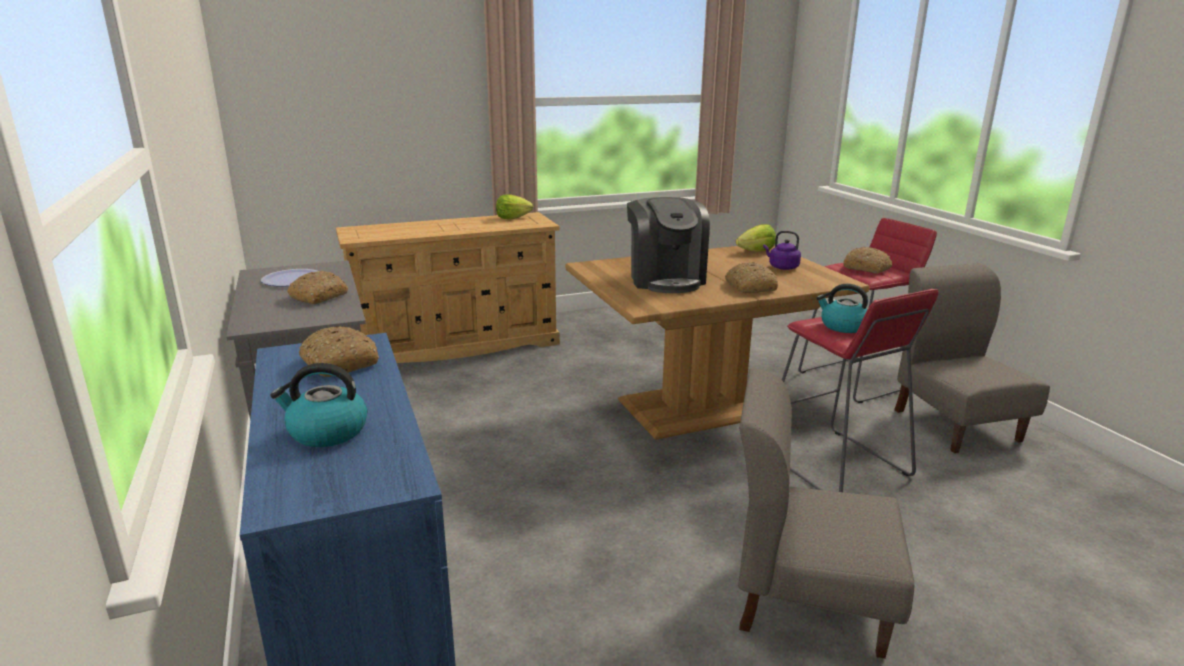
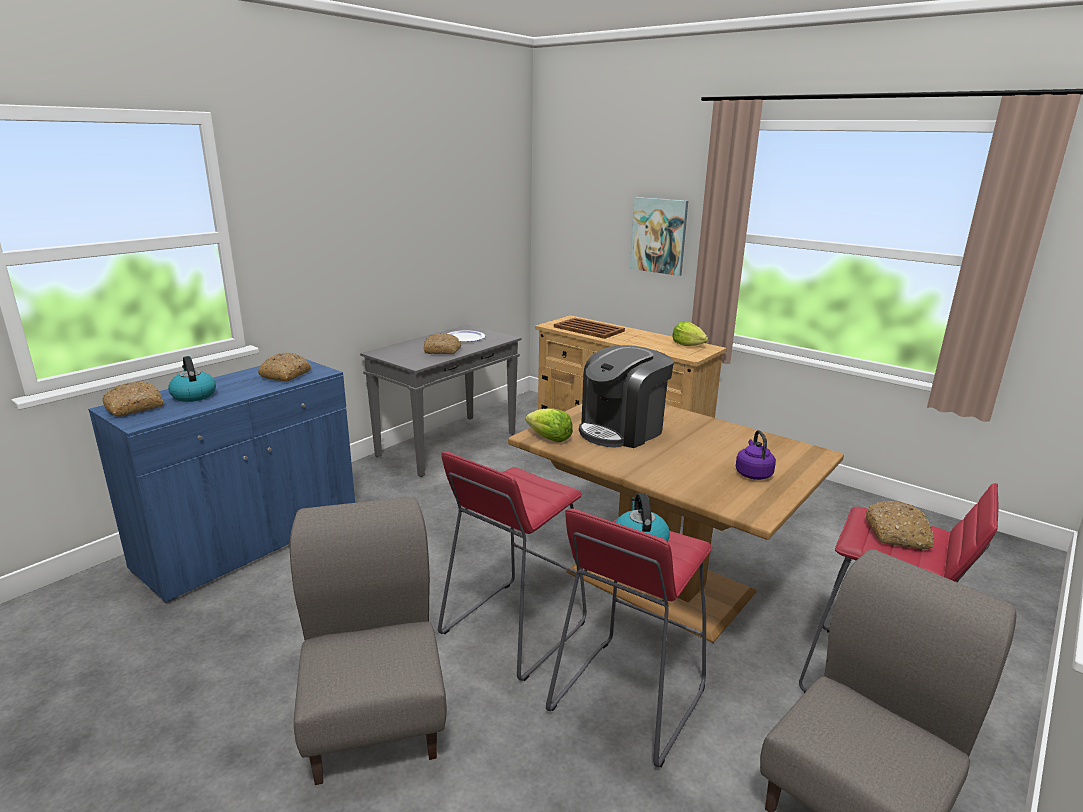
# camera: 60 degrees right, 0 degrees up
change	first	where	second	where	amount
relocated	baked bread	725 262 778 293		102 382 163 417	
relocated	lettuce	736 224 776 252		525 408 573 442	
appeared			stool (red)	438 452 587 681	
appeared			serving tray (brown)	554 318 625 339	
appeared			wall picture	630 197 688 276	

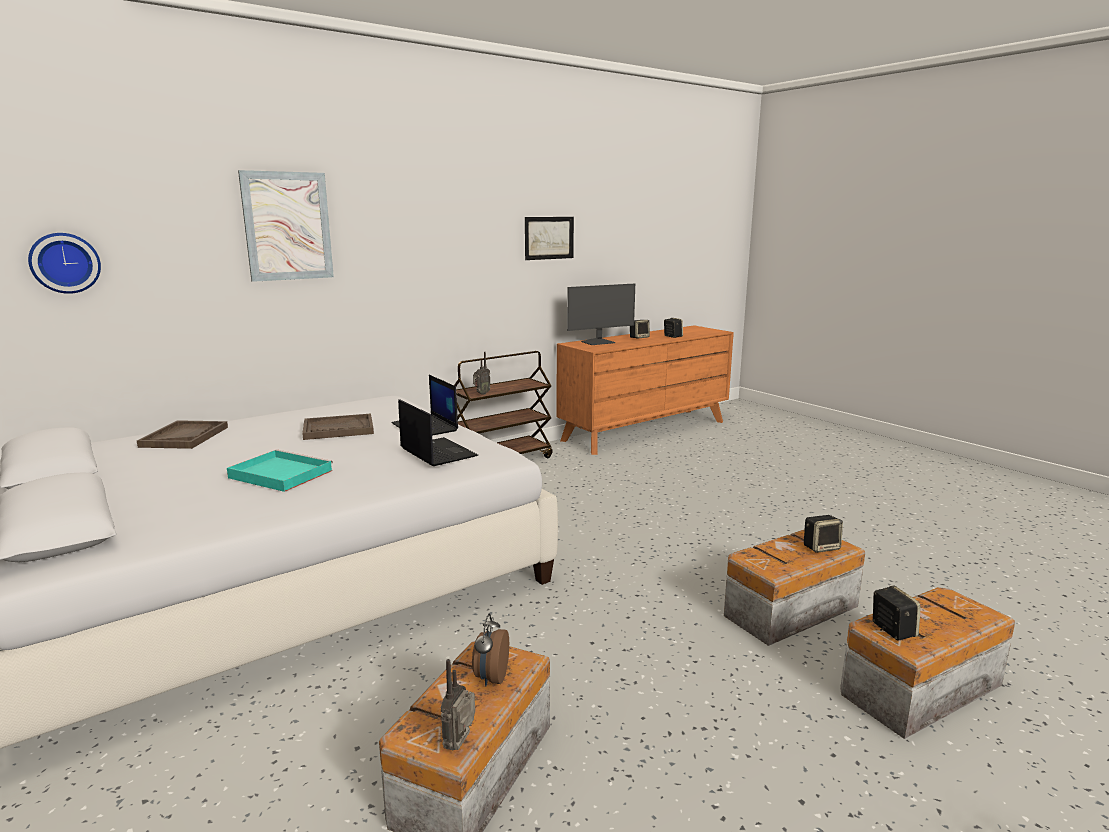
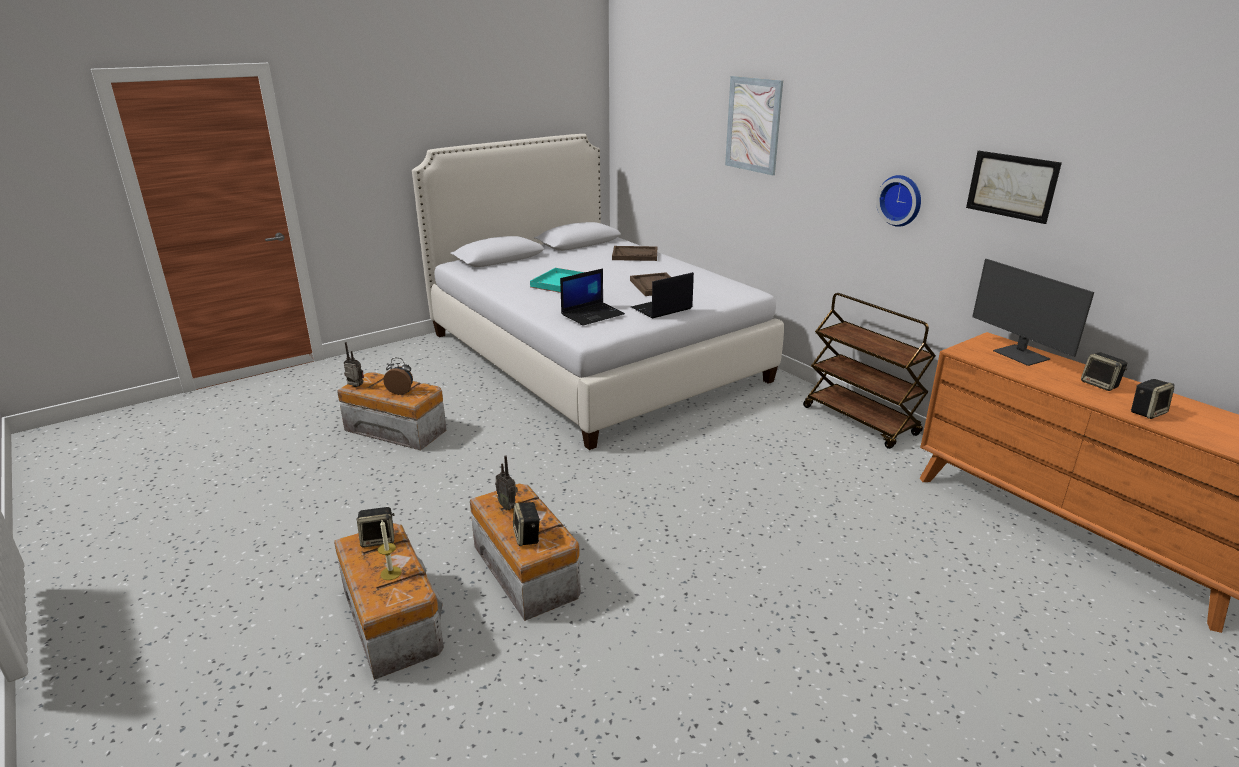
# camera: 90 degrees right, 10 degrees up
change	first	where	second	where	amount
relocated	hanging clock	28 233 101 294		876 175 921 227	
relocated	radio receiver	473 352 491 395		495 456 518 510	
appeared			wax candle	378 520 402 580	

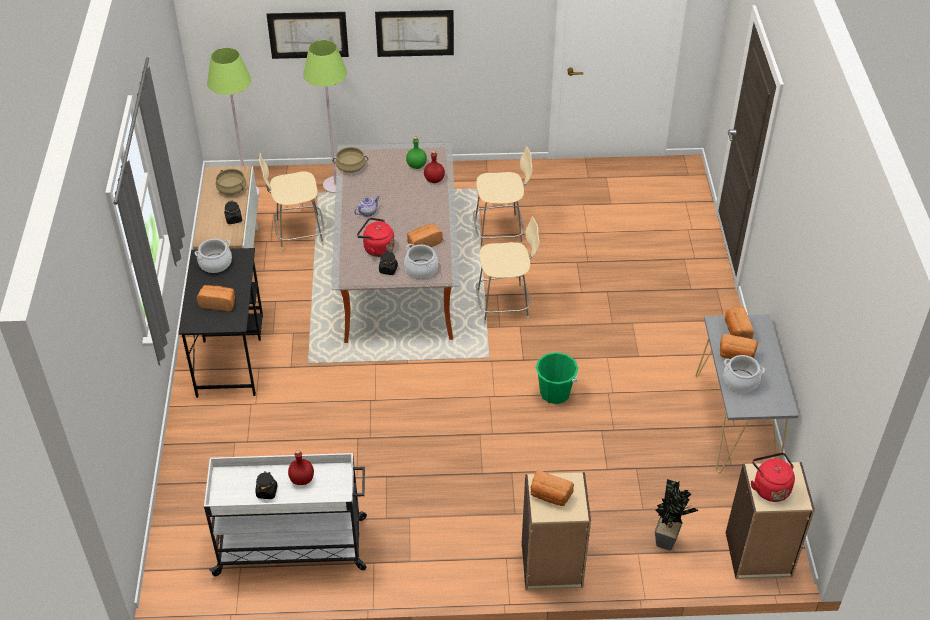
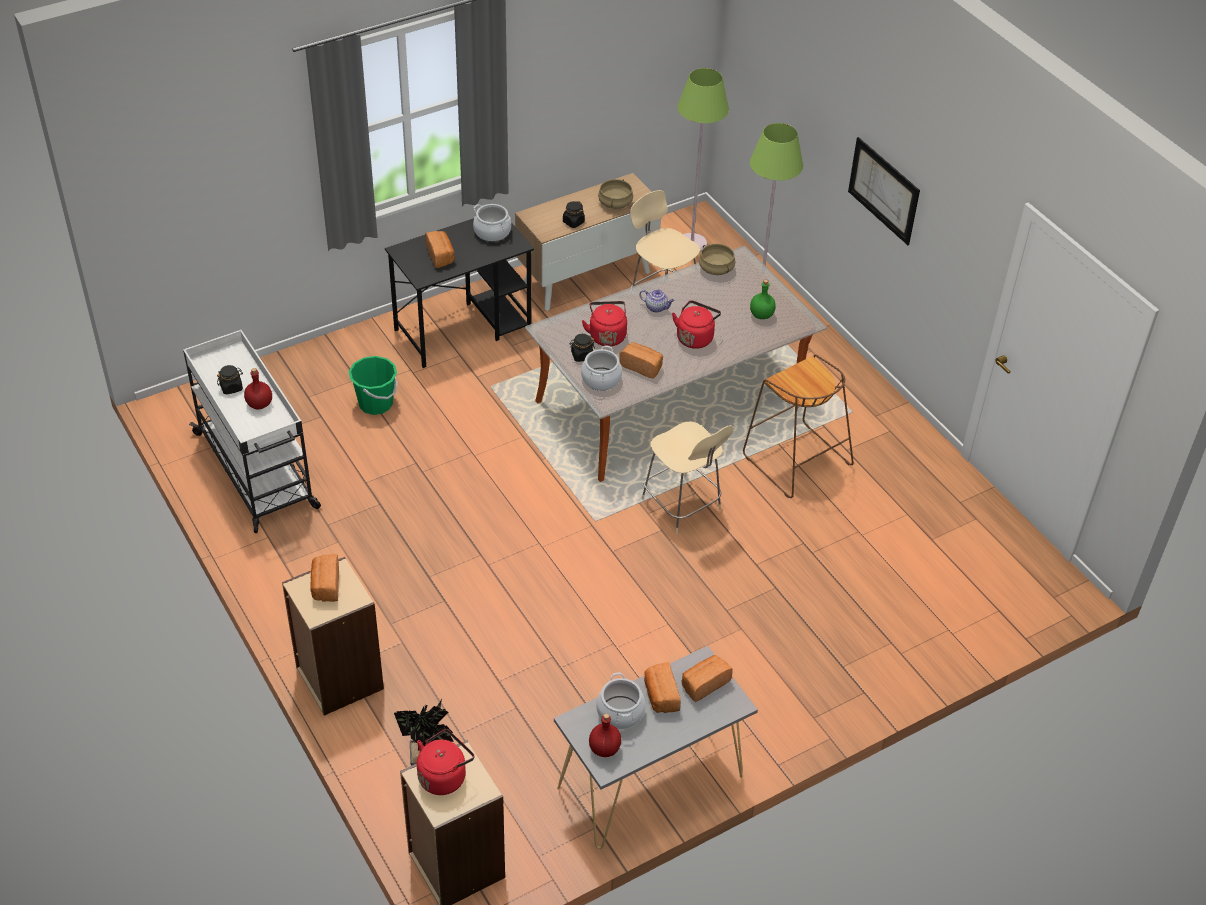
# camera: 60 degrees right, 0 degrees up
change	first	where	second	where	amount
missing	wall picture	266 12 349 59			
relocated	drink bottle (red)	424 151 445 183		589 713 621 757	
exchanged	upright chair (sand-coloured)	473 146 532 249	stool (brown)	743 354 854 498	
relocated	water bucket (green)	536 352 578 404		349 356 398 415	
appeared			tea kettle (red)	672 300 721 349	

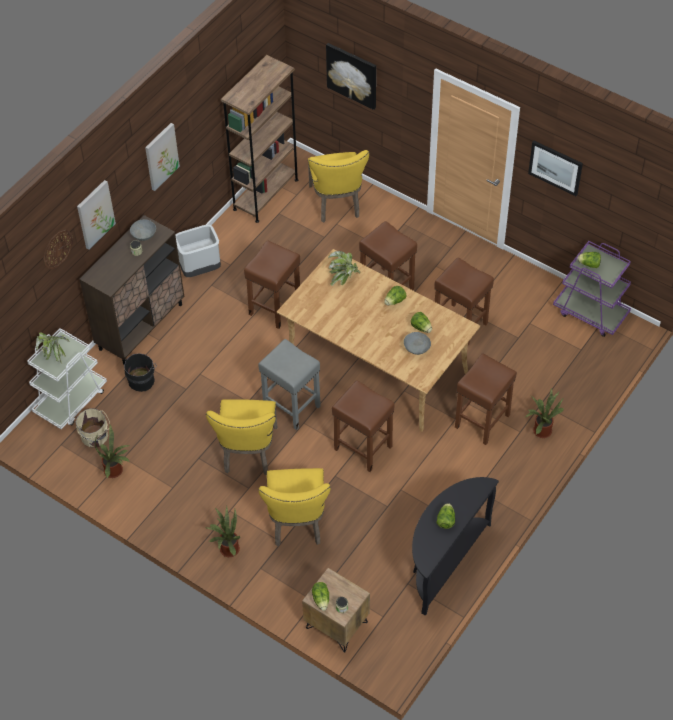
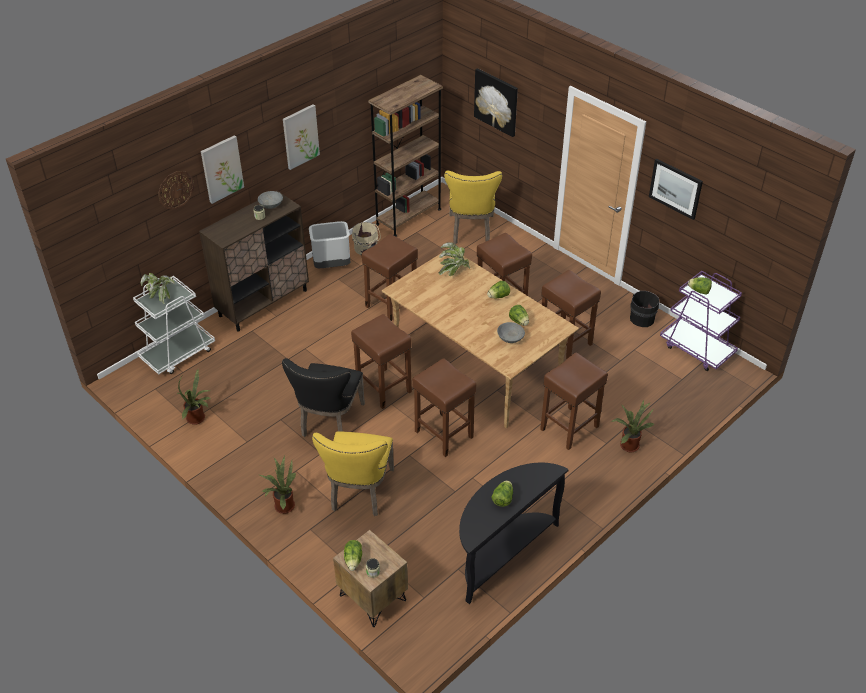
# camera: 10 degrees right, 10 degrees down
change	first	where	second	where	amount
relocated	water bucket (sand-coloured)	76 408 110 448		352 222 381 255	
relocated	water bucket (black-coloured)	124 353 157 392		630 291 661 327	
colour	upright chair (yellow)	206 399 277 475	upright chair (black-coloured)	282 358 365 437	
colour	stool (gray)	258 339 321 430	stool (brown)	351 314 412 409	

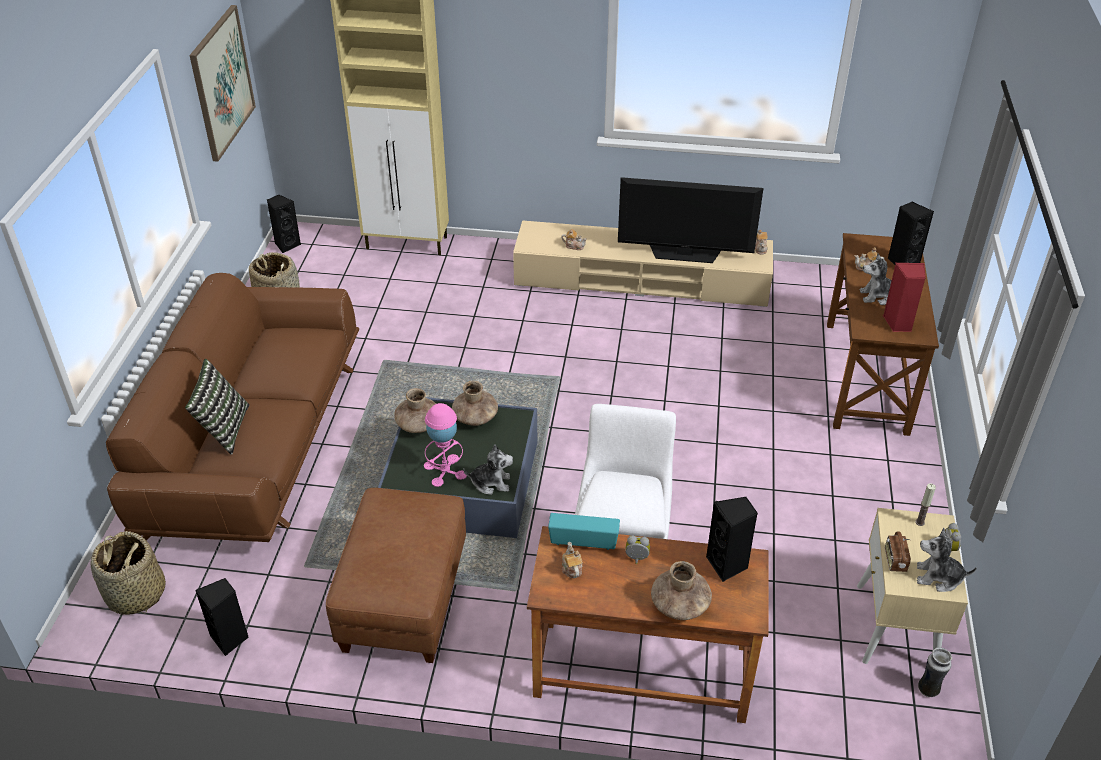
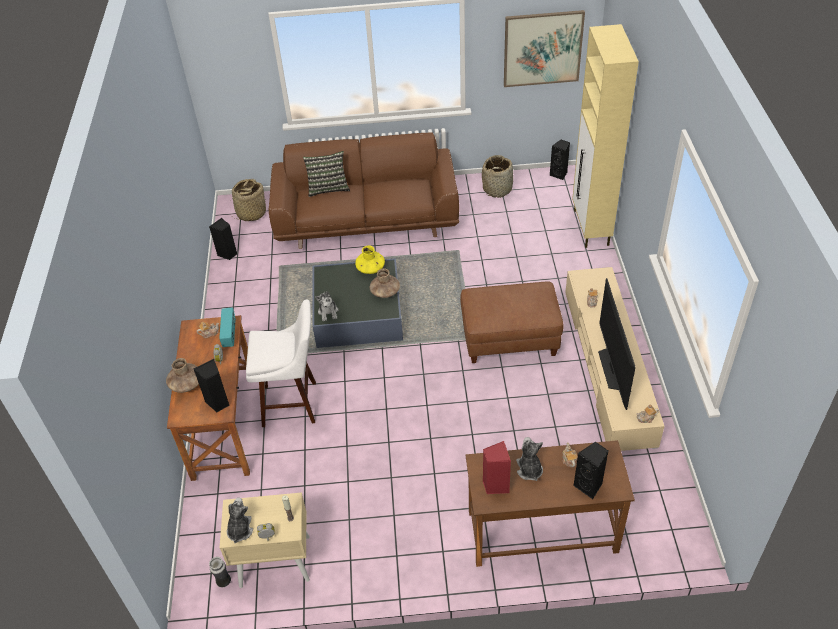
# camera: 80 degrees right, 5 degrees up
change	first	where	second	where	amount
relocated	pouffe (brown)	326 488 466 663		460 282 564 363	
colour	flower vase (brown)	394 388 436 433	flower vase (yellow)	355 245 385 274	
missing	lamp for a table (pink-coloured)	424 403 467 487			
missing	radio receiver	885 531 911 572			

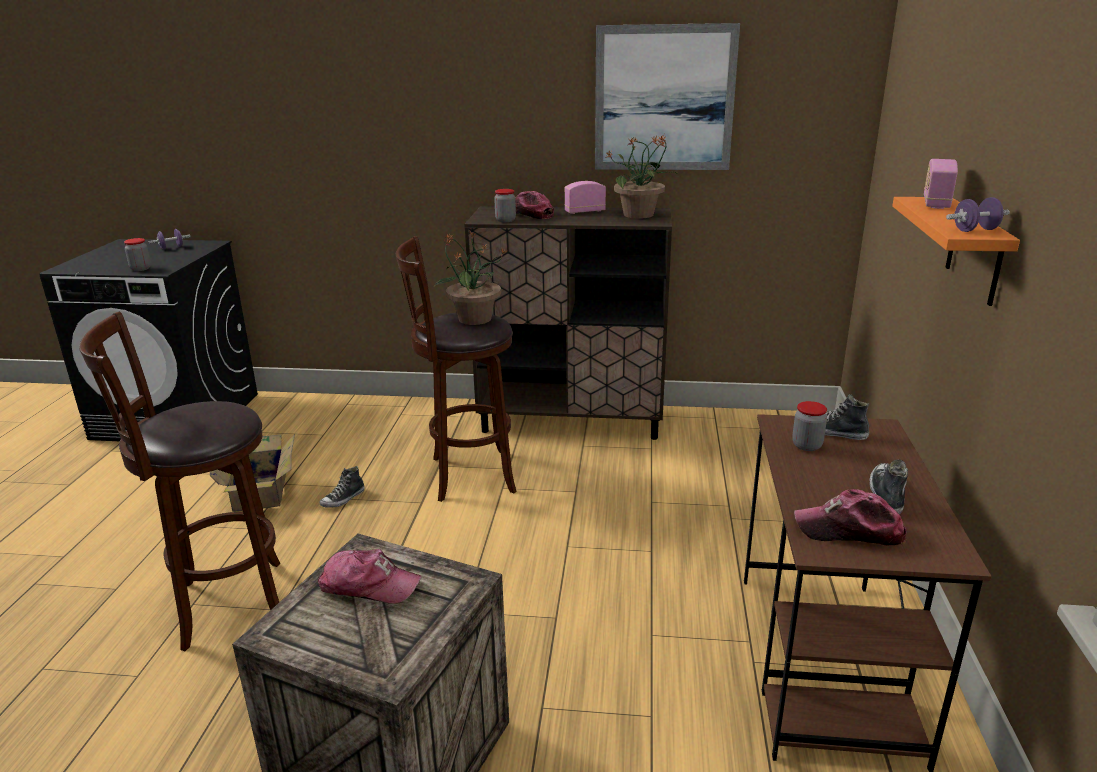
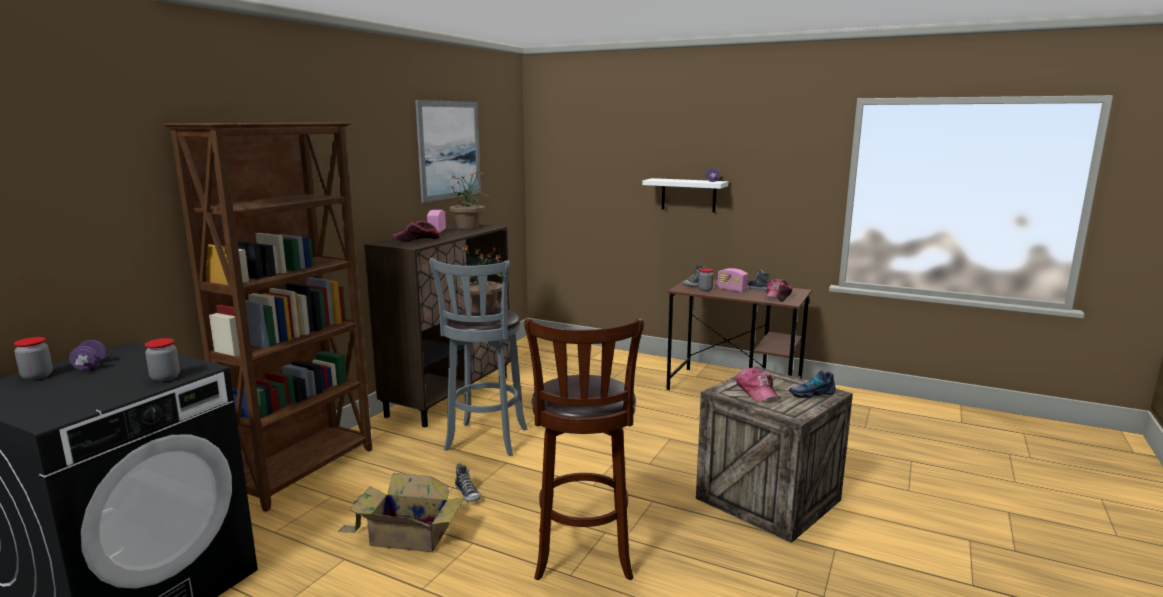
# camera: 70 degrees left, 10 degrees down
change	first	where	second	where	amount
spun	cap	318 549 422 604		736 367 780 402	135 degrees clockwise
colour	stool (brown)	396 236 517 502	stool (gray)	429 258 528 456	
relocated	preserve jar	494 189 516 222		14 337 53 380	
colour	bracket shelf (orange-coloured)	892 197 1020 306	bracket shelf (white-coloured)	642 178 728 213	
relocated	radio receiver	924 159 958 209		717 268 748 292	
appeared			bookcase (brown)	164 123 372 512	
appeared			shoe	789 370 836 398	

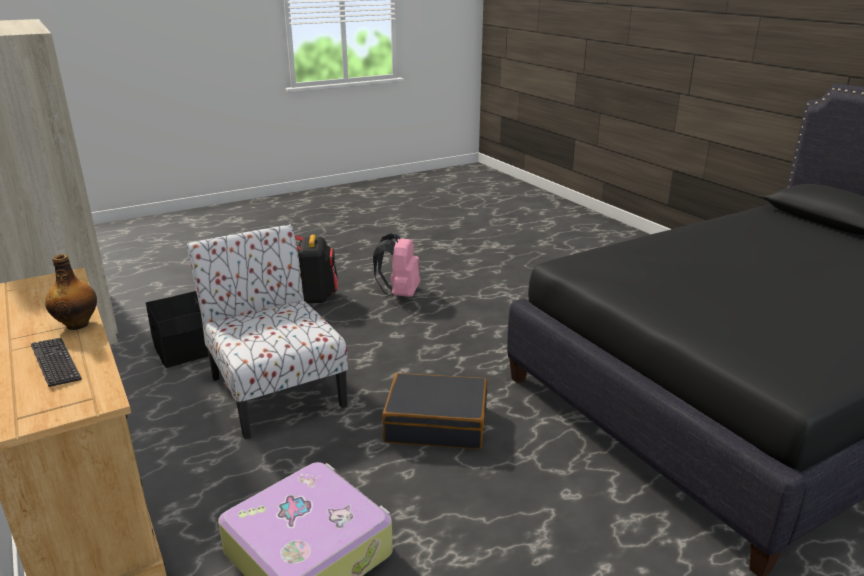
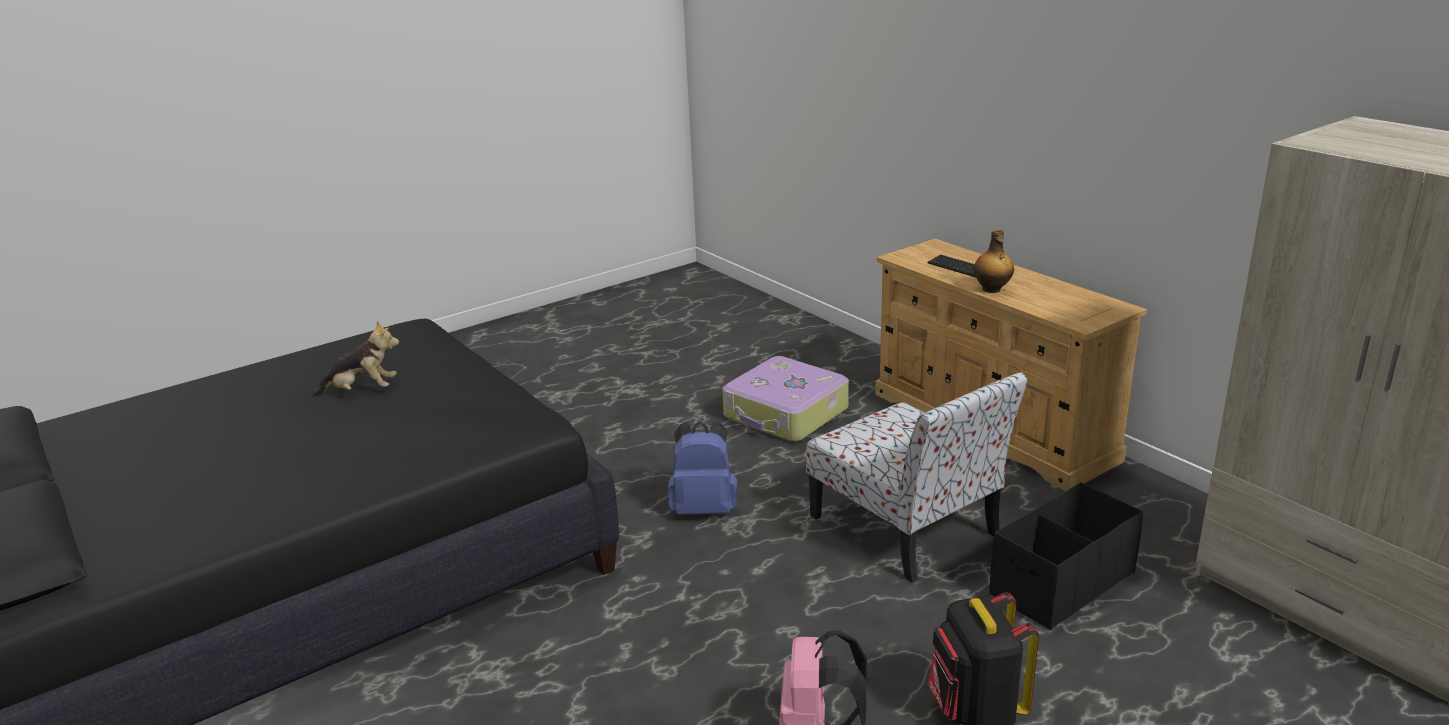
# camera: 175 degrees right, 0 degrees up
change	first	where	second	where	amount
exchanged	travel case (black-coloured)	382 373 487 449	rucksack (bluish)	668 420 738 515	
appeared			cuddly toy	312 321 399 397	

